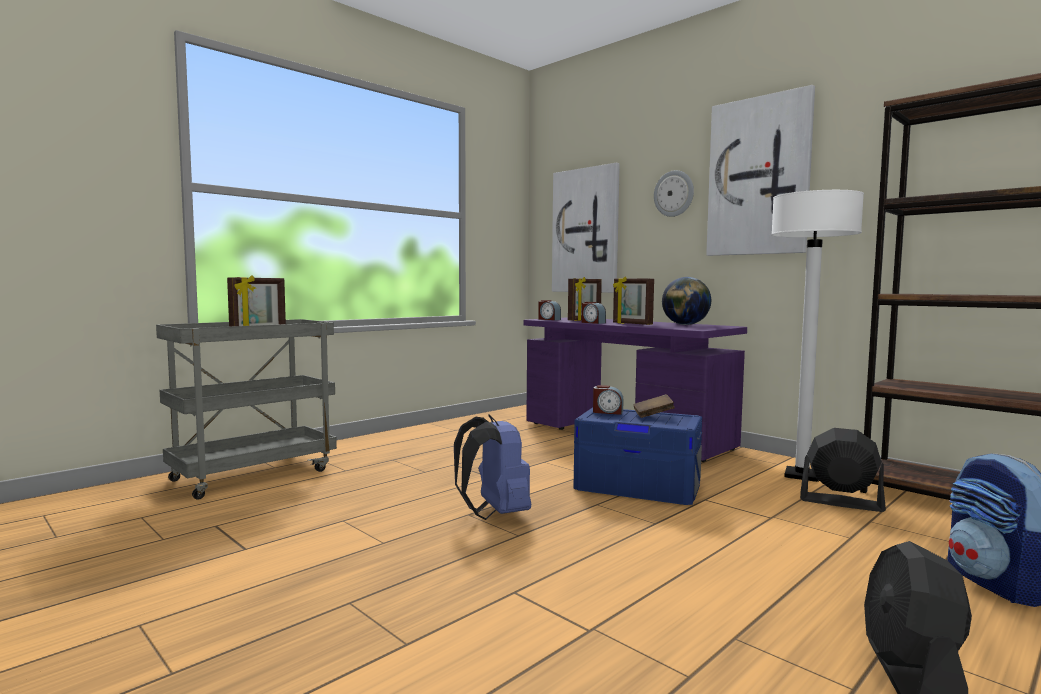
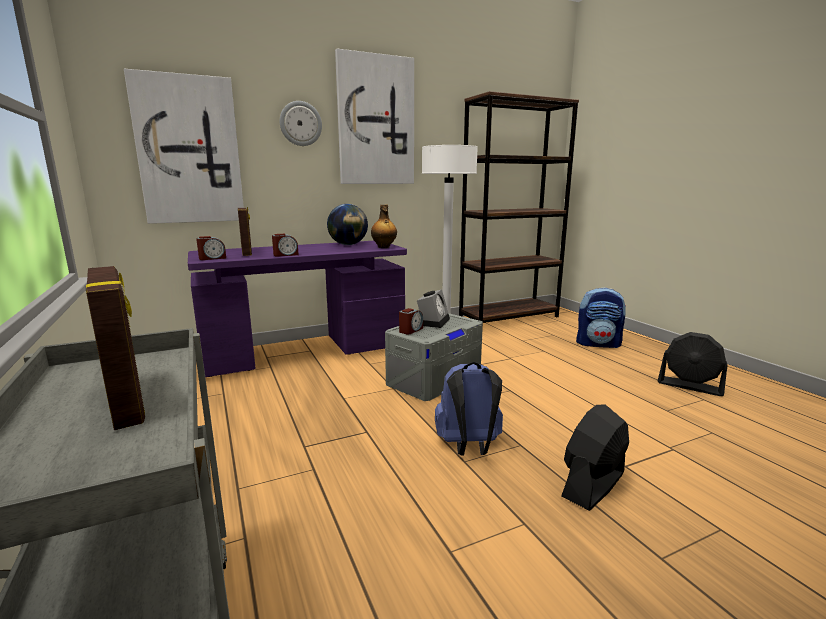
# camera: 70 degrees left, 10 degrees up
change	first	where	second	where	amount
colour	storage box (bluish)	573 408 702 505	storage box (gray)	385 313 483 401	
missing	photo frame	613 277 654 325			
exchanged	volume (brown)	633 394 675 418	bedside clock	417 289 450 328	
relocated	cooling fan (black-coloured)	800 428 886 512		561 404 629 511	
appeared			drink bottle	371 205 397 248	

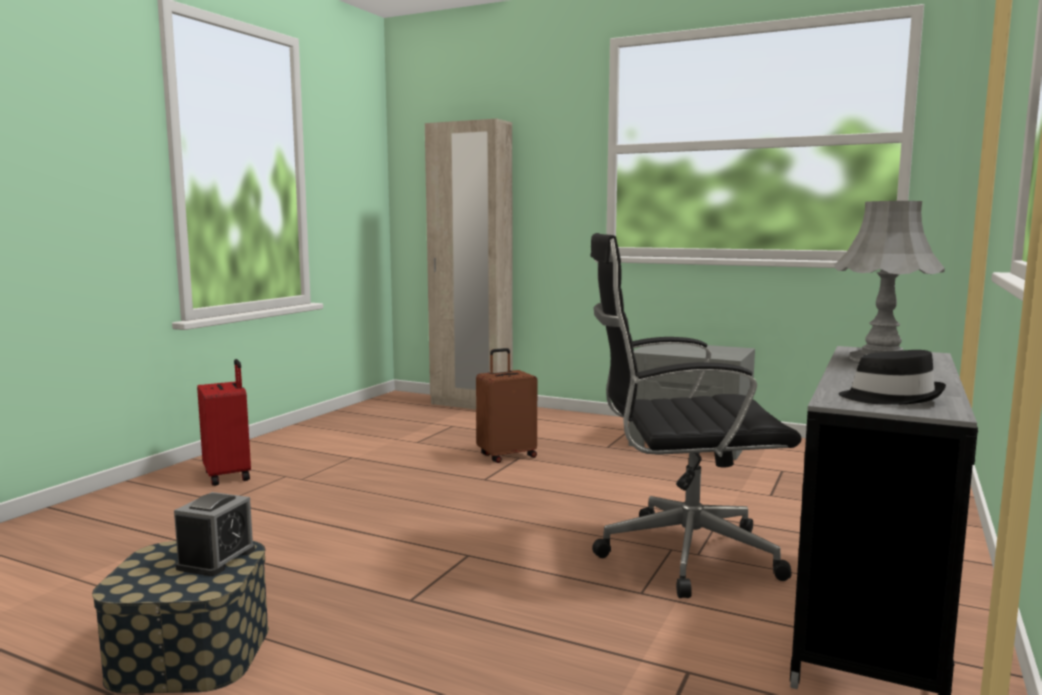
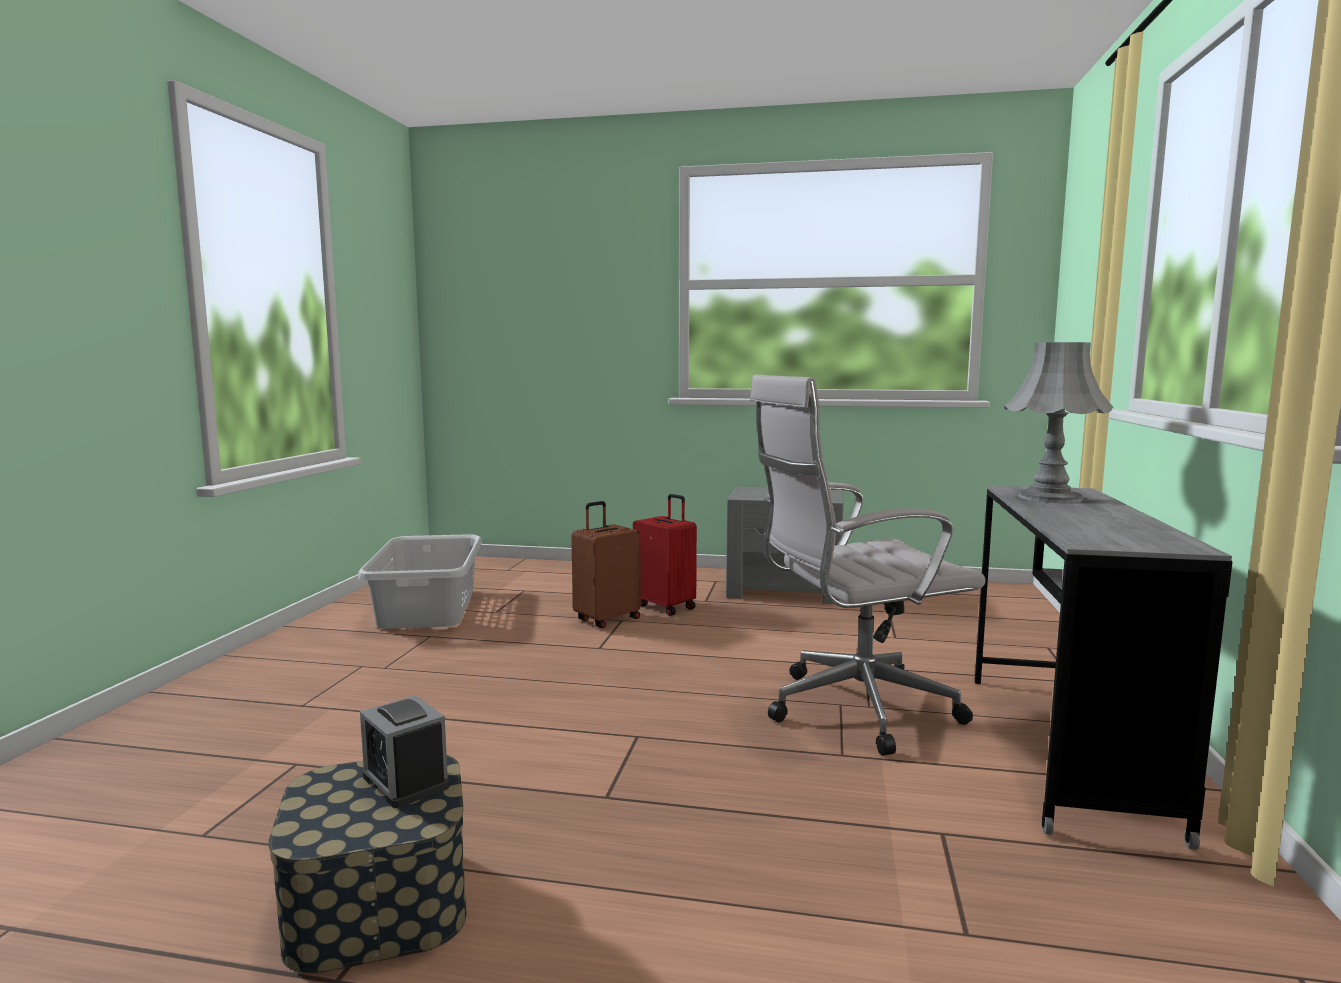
# camera: 15 degrees left, 0 degrees up
change	first	where	second	where	amount
spun	bedside clock	174 492 255 576		360 695 449 808	135 degrees clockwise
relocated	travel case (red)	197 359 251 486		633 494 697 616	
missing	clothes cupboard (sand-coloured)	425 119 513 410			
colour	desk chair (black-coloured)	591 233 802 598	desk chair (white-coloured)	750 375 986 756	
missing	clothing hat (black-coloured)	839 350 946 405			
appeared			laundry basket (gray)	358 534 482 629	

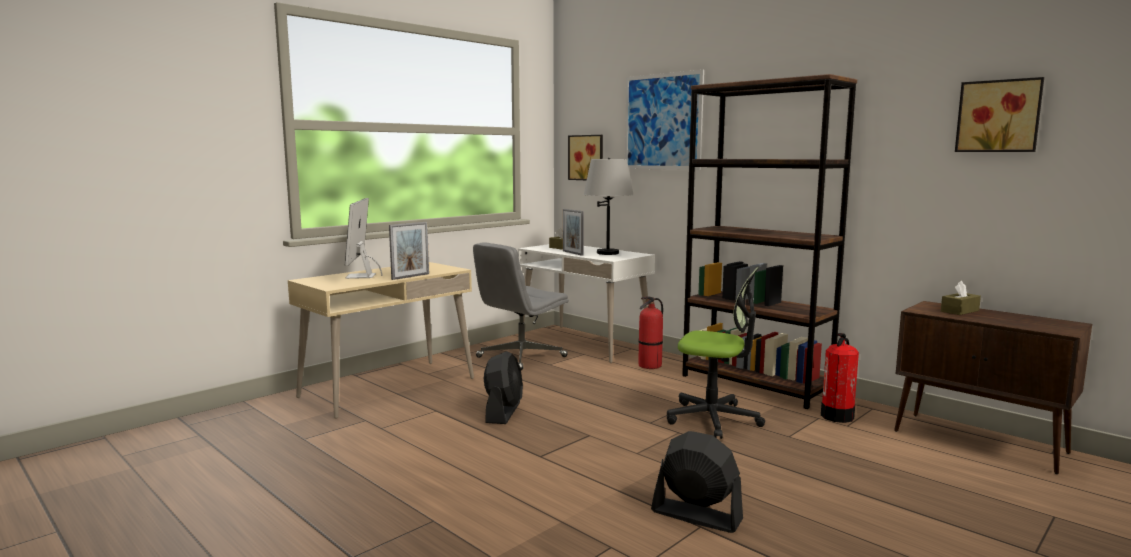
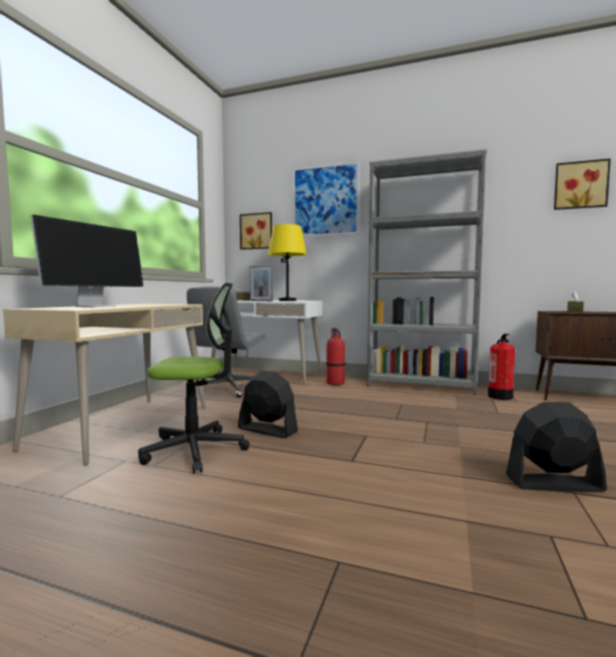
# camera: 25 degrees left, 5 degrees down
change	first	where	second	where	amount
spun	computer display	345 198 383 279		31 215 144 307	120 degrees counterclockwise
missing	photo frame	389 222 429 280			
spun	cooling fan (black-coloured)	484 351 523 424		238 370 298 438	45 degrees counterclockwise
colour	lamp for a table (gray)	584 158 634 255	lamp for a table (yellow)	268 224 307 301	
relocated	desk chair	667 267 765 439		138 283 250 473	
colour	bookcase (brown)	682 74 857 409	bookcase (gray)	367 149 487 395	

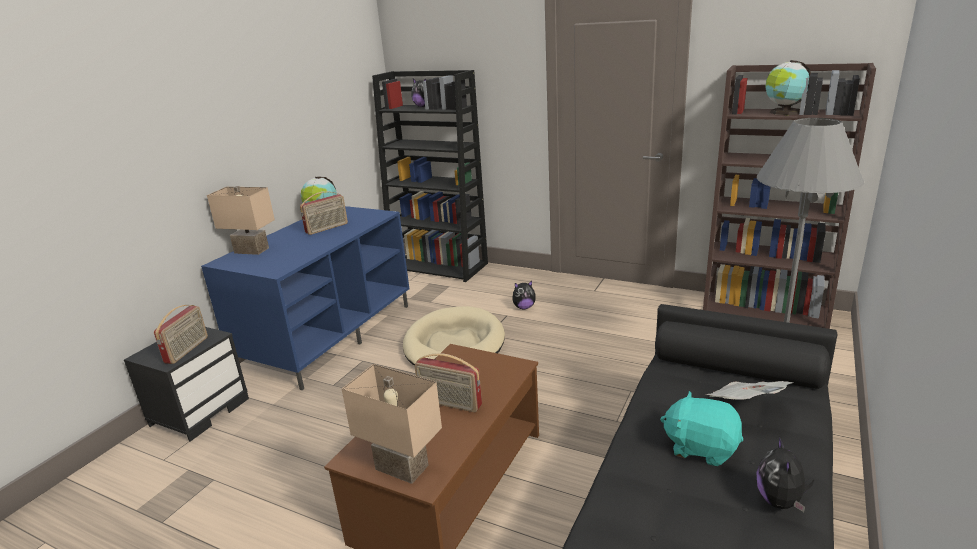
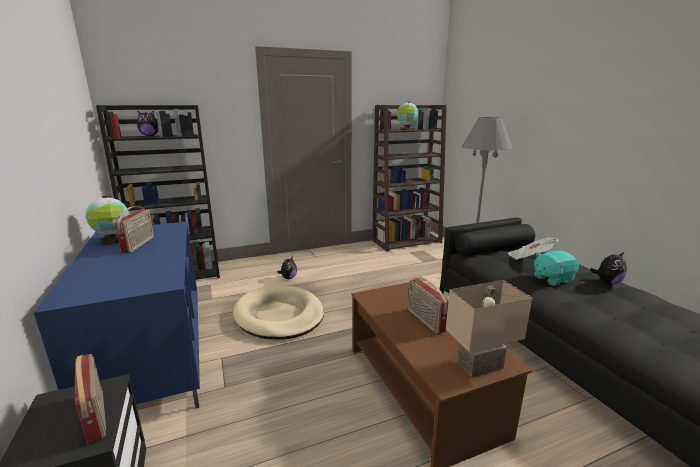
# camera: 50 degrees left, 5 degrees down
change	first	where	second	where	amount
missing	lamp for a table (sand-coloured)	207 186 275 255			
spun	radio receiver	415 353 482 412		408 277 448 334	90 degrees clockwise
spun	cuddly toy	756 436 814 512		590 252 627 284	75 degrees counterclockwise

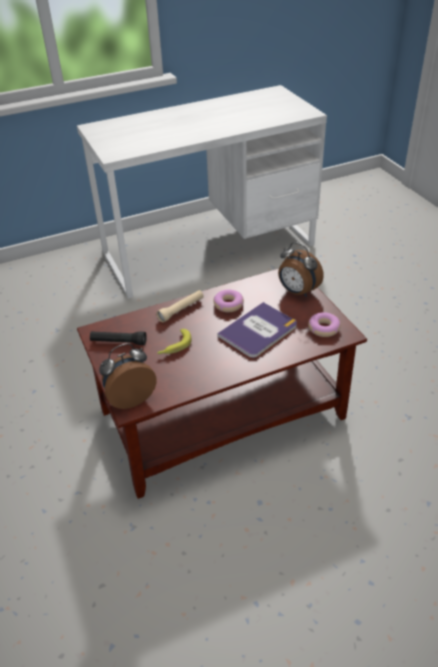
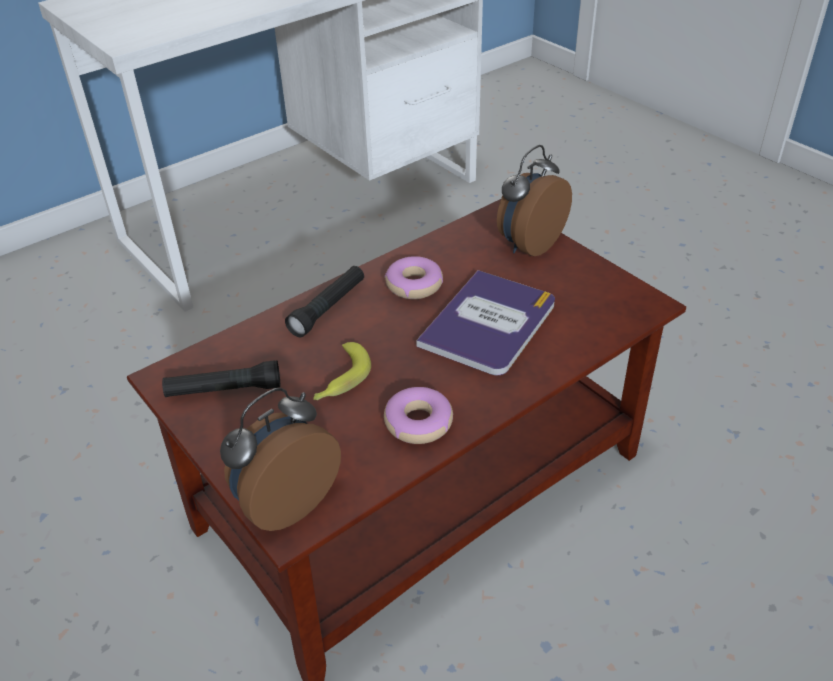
# camera: 15 degrees left, 0 degrees up
change	first	where	second	where	amount
colour	flashlight (sand-coloured)	156 290 204 323	flashlight (black-coloured)	285 266 364 337	
spun	bedside clock	278 242 324 297		497 145 572 256	105 degrees clockwise
relocated	donut	308 312 341 337		384 387 453 444	

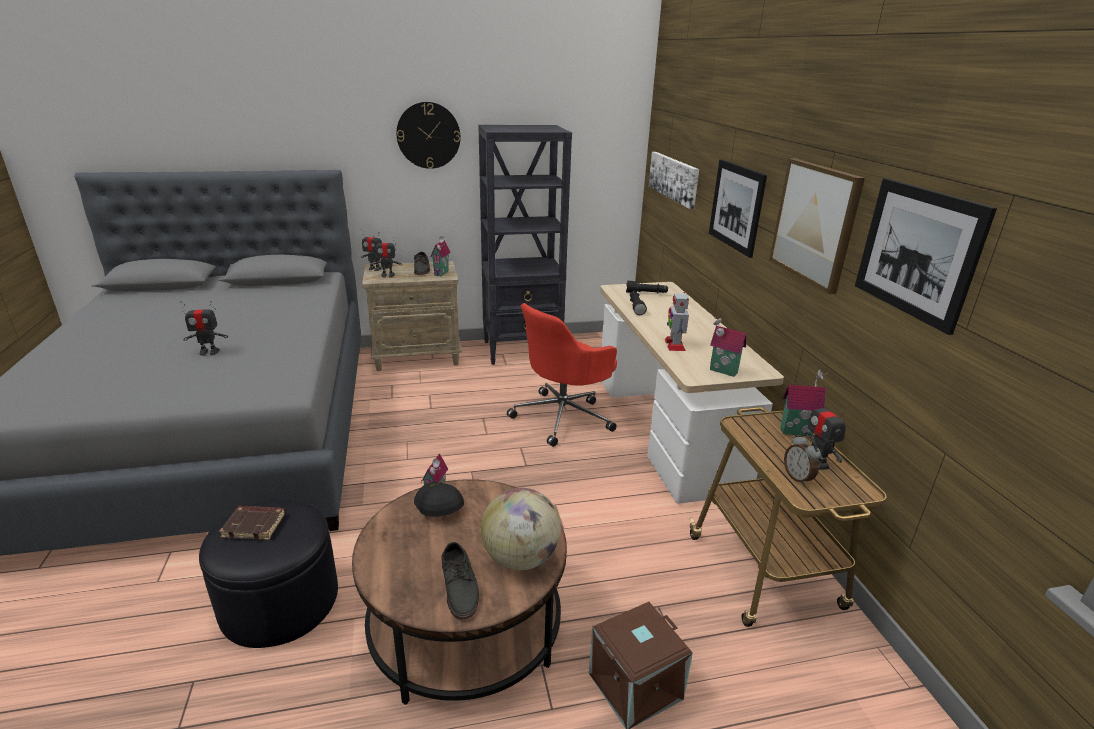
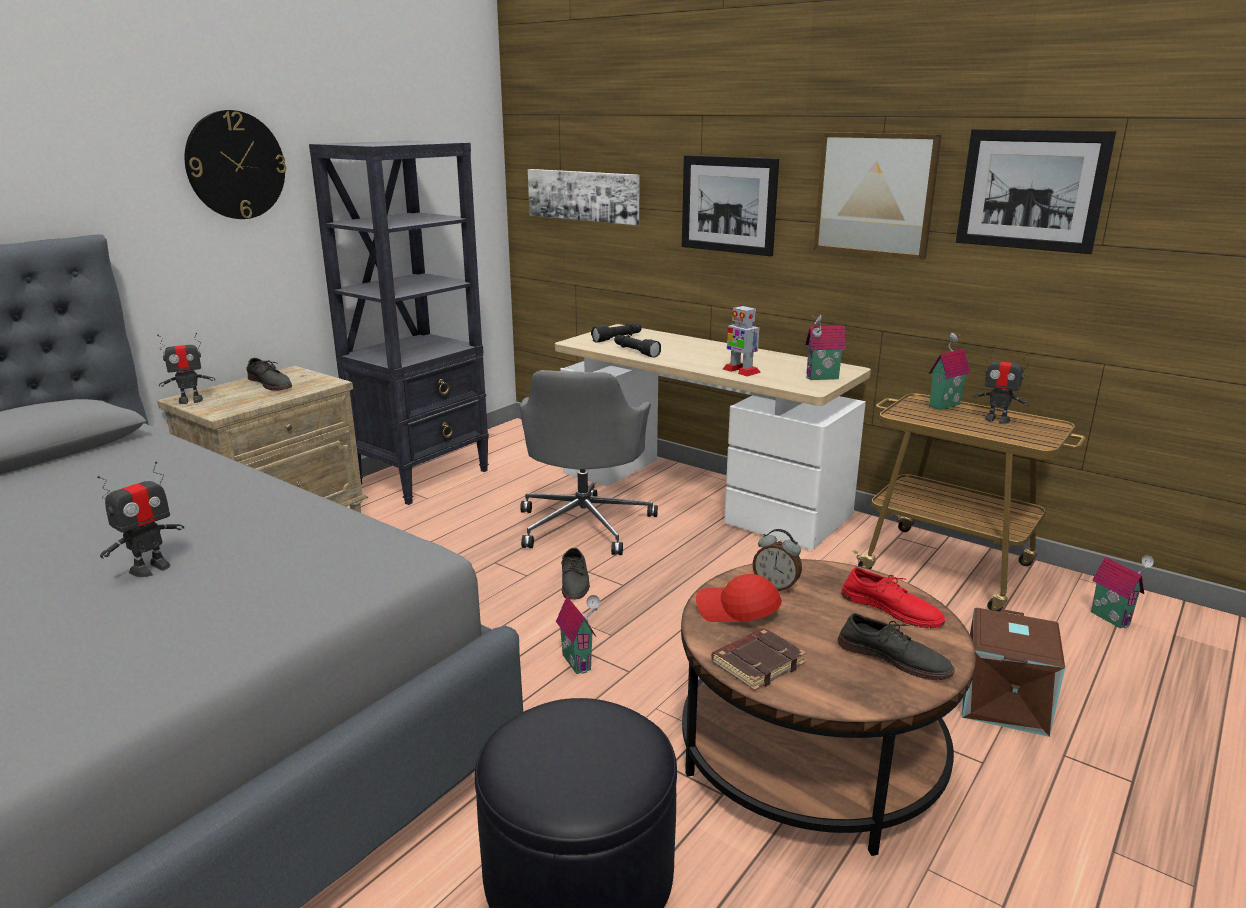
# camera: 40 degrees left, 5 degrees down
change	first	where	second	where	amount
relocated	volume (brown)	219 506 285 541		711 628 806 691	
missing	model robot	373 236 402 277			
colour	cap (black-coloured)	414 482 464 517	cap (red)	696 574 782 622	
relocated	toy house	430 236 451 277		1091 555 1154 628	
exchanged	world globe	481 488 561 570	shoe (red)	841 567 945 628	
colour	desk chair (red)	507 303 617 447	desk chair (gray)	520 370 658 555	
relocated	bedside clock	784 435 821 485		753 529 802 592	
appeared			shoe (gray)	561 548 590 600	

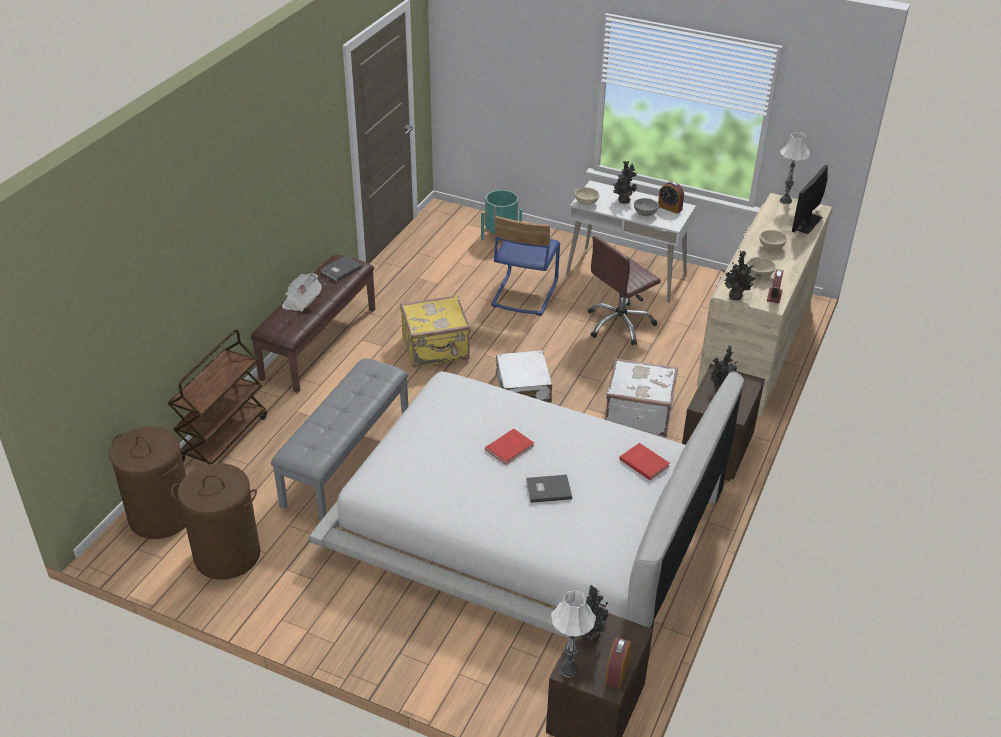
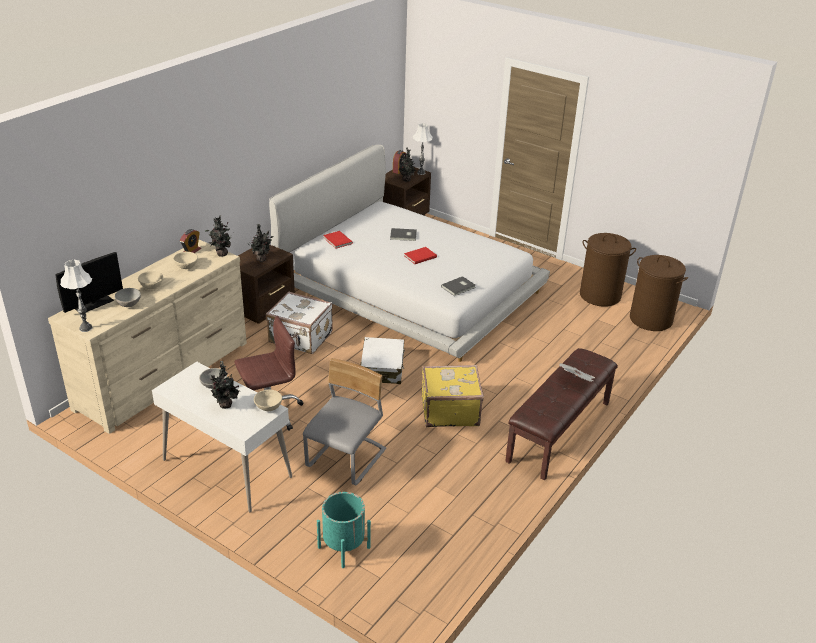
# camera: 170 degrees left, 5 degrees down
change	first	where	second	where	amount
missing	trolley (brown)	167 329 267 465			
missing	long seat (gray)	271 358 409 521			
relocated	volume (gray)	320 256 362 281		441 276 476 296	
colour	upright chair (bluish)	491 216 560 315	upright chair (gray)	303 358 386 485	
missing	bedside clock	658 181 684 214			
appeared			bowl (gray)	115 288 141 307	

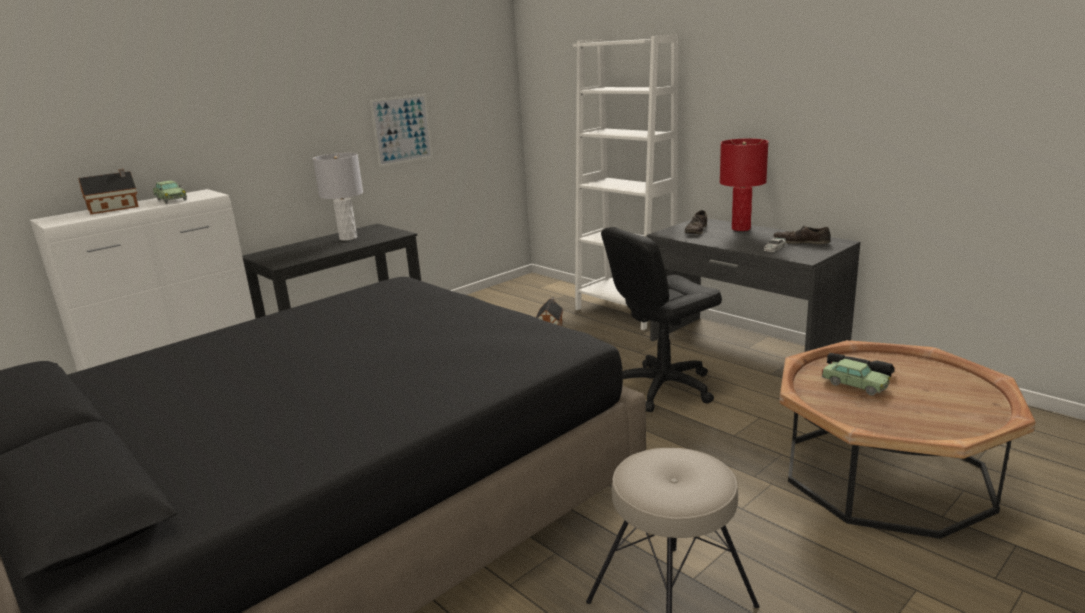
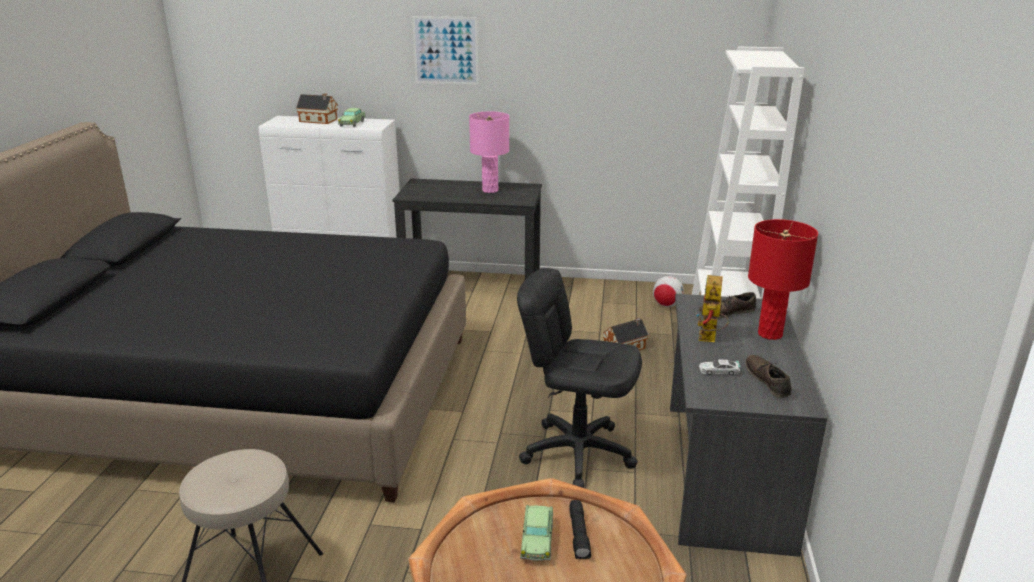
# camera: 50 degrees right, 5 degrees up
change	first	where	second	where	amount
colour	lamp for a table (gray)	313 153 363 241	lamp for a table (pink-coloured)	469 111 509 193	
relocated	wall picture	370 94 433 167		412 16 479 85	
appeared			ball for football	653 276 684 307	
appeared			model robot	696 275 729 342	

